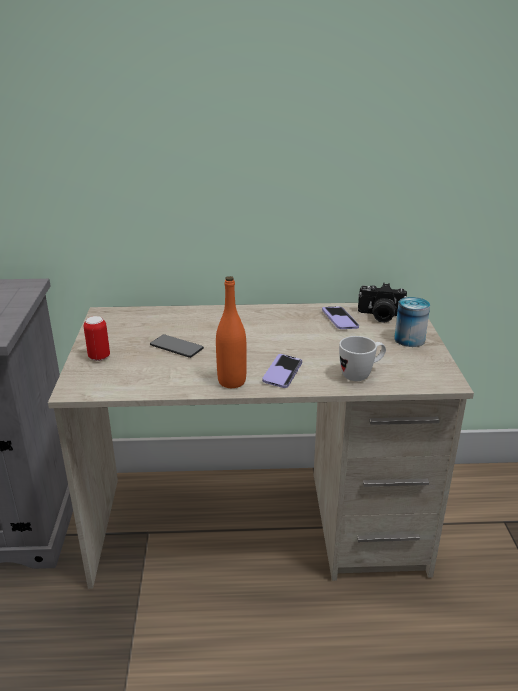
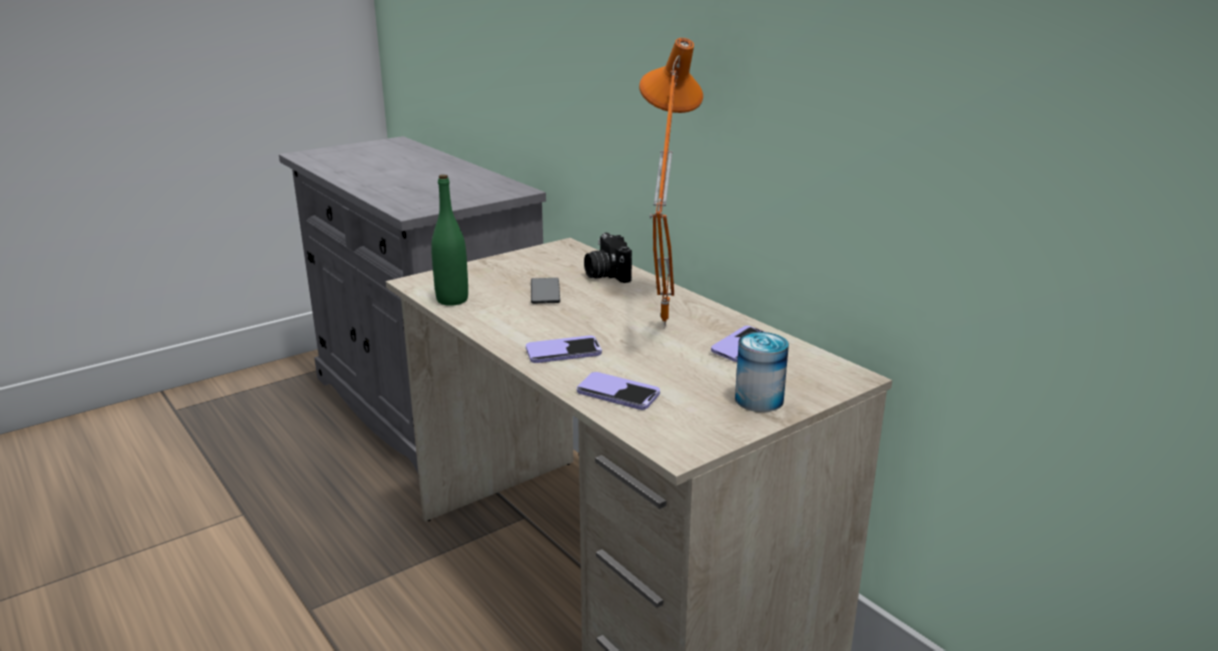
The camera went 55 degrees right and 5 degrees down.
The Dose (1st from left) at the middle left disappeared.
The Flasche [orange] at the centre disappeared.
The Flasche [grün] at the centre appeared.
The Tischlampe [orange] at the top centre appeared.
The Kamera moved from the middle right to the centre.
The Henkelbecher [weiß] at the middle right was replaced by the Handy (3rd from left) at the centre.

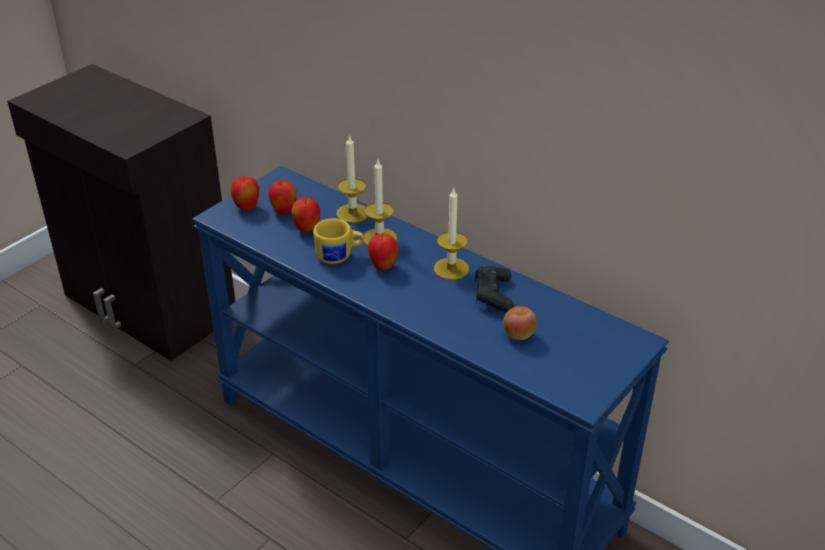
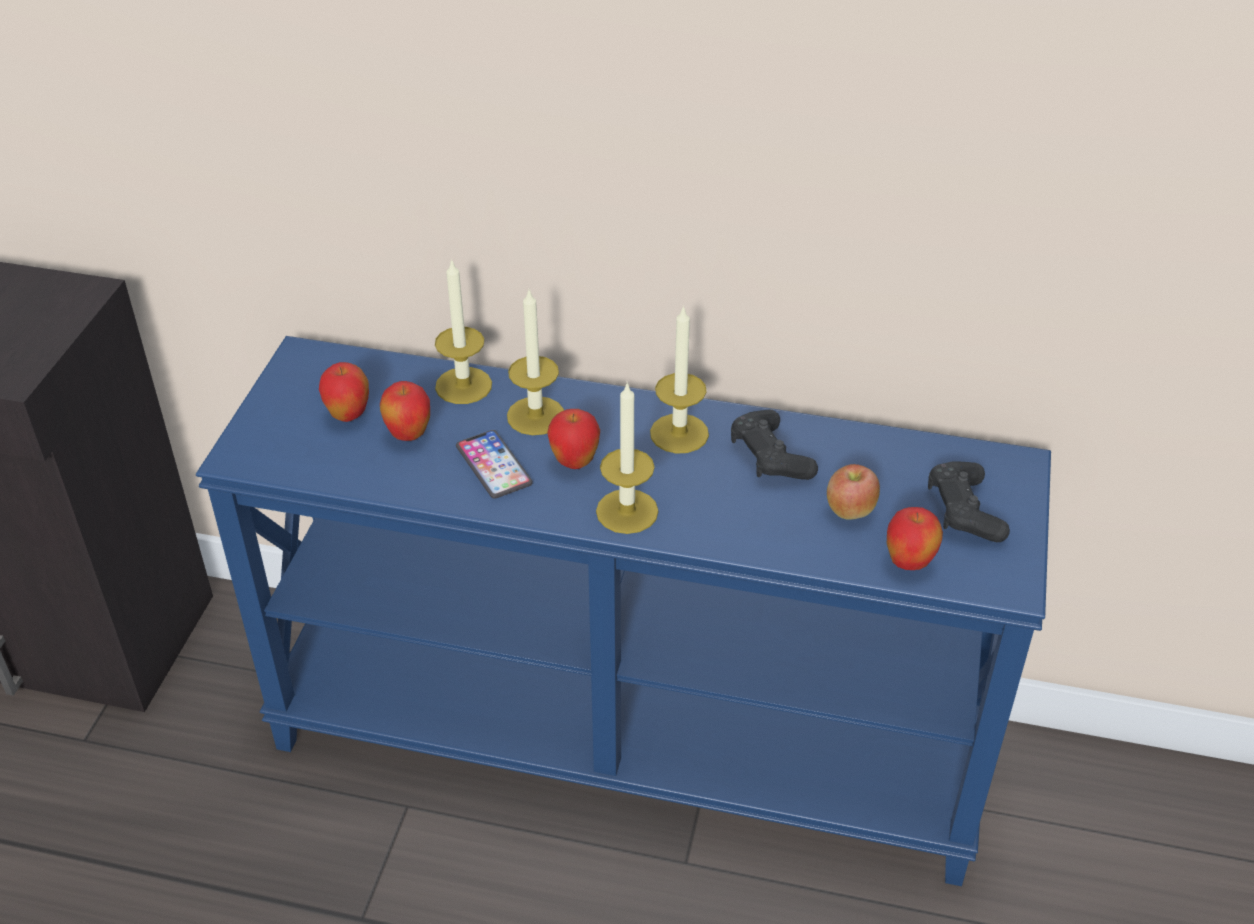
The camera went 25 degrees left and 5 degrees up.
The Kerze (3rd from left) at the centre appeared.
The Gamepad [schwarz] (2nd from left) at the middle right appeared.
The Apfel (1st from left in the first image) moved from the middle left to the middle right.
The Henkelbecher [gelb] at the centre was replaced by the Handy at the centre.

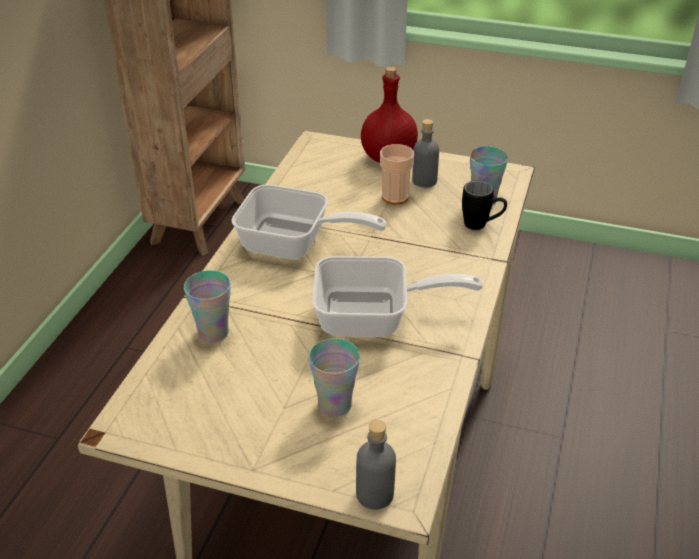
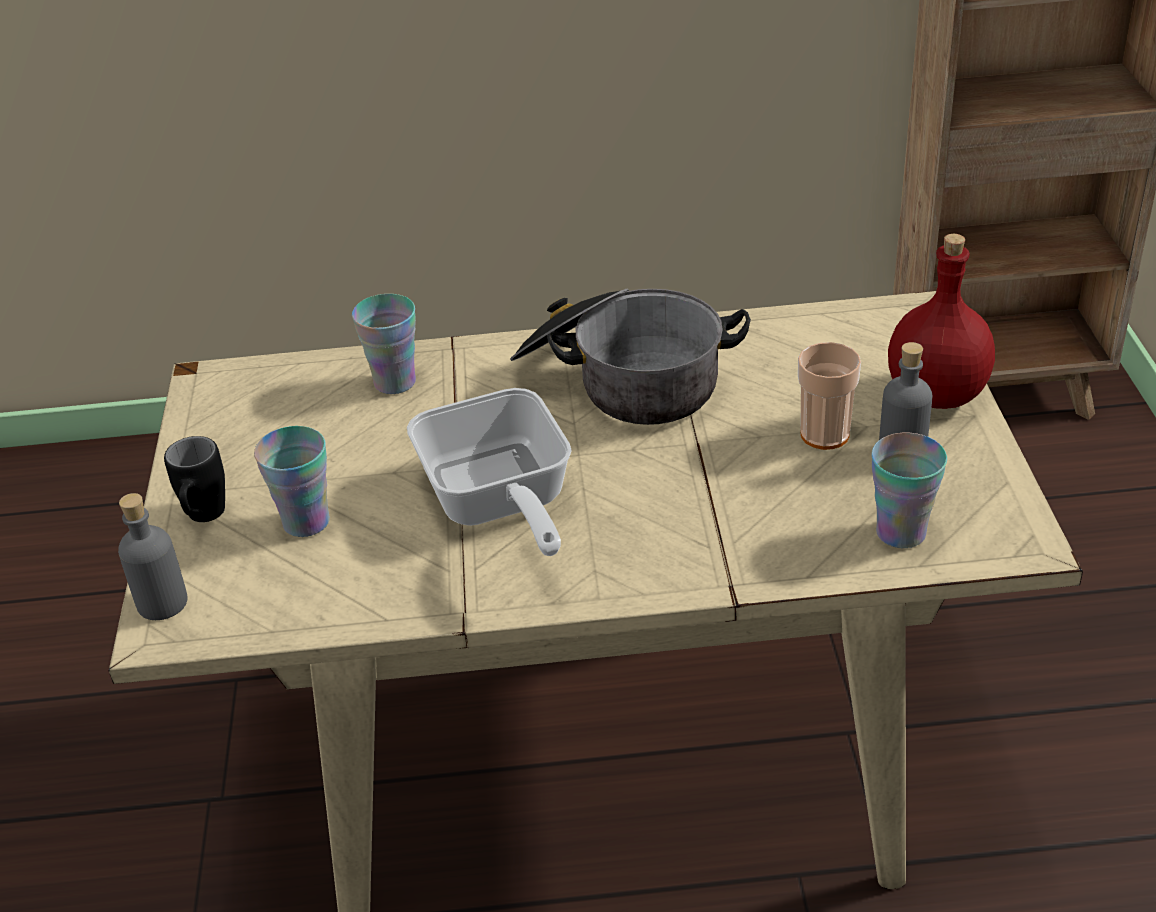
The camera went 70 degrees right and 0 degrees up.
The Henkelbecher [schwarz] moved from the middle right to the middle left.
The Pfanne (1st from left) at the centre was replaced by the Kochtopf at the centre.

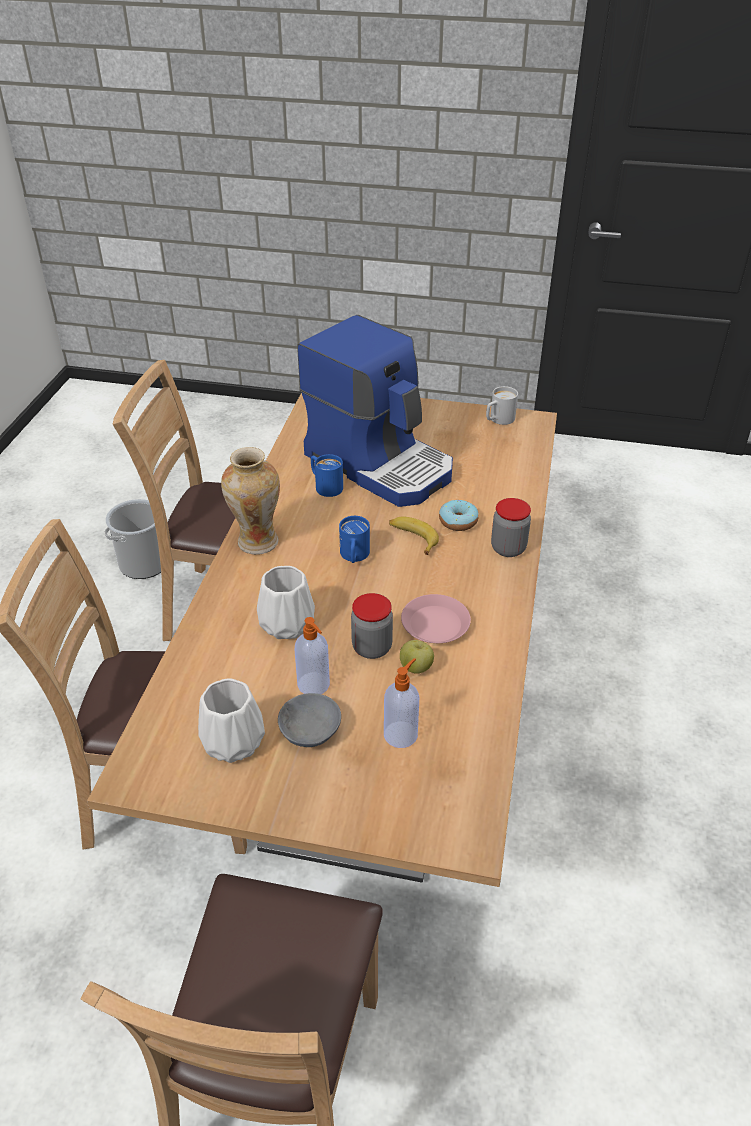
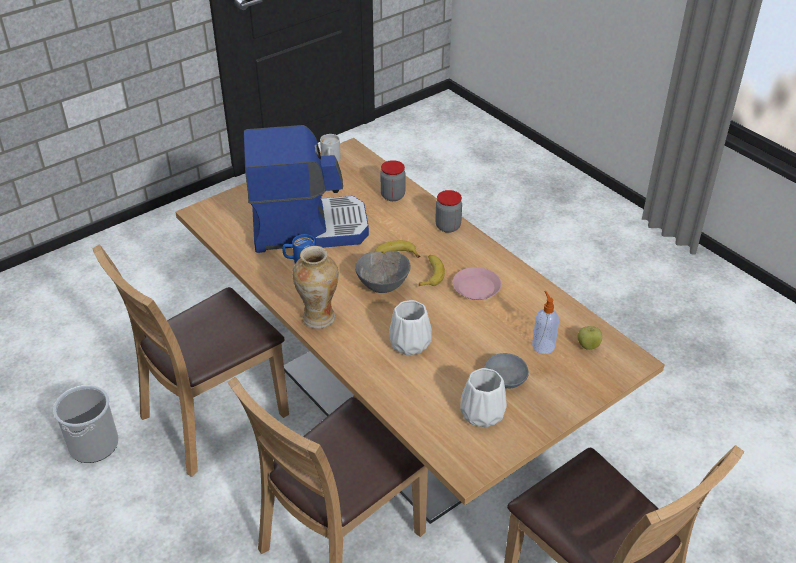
The camera went 50 degrees left and 0 degrees up.
The Seifenspender (1st from left) at the centre disappeared.
The Donut at the centre disappeared.
The Banane (2nd from left) at the centre appeared.
The Vorratsglas (1st from left) moved from the centre to the top centre.
The Apfel moved from the centre to the middle right.
The Henkelbecher [blau] (2nd from left) at the centre was replaced by the Schüssel [grau] (1st from left) at the centre.

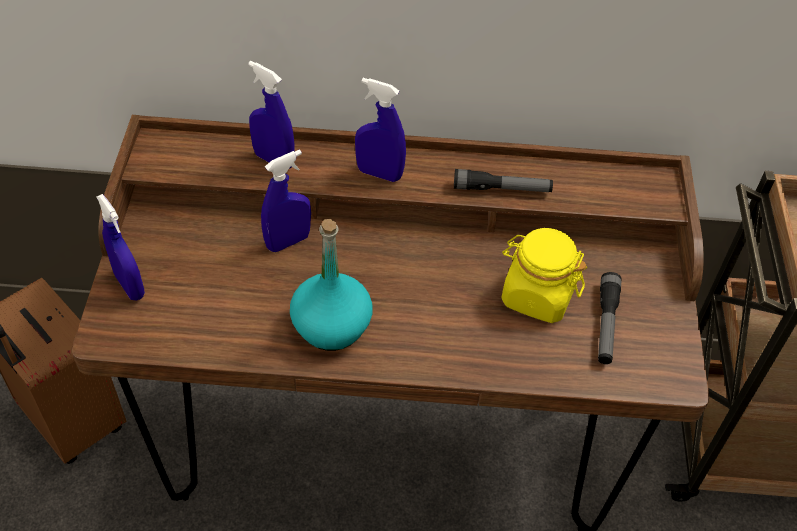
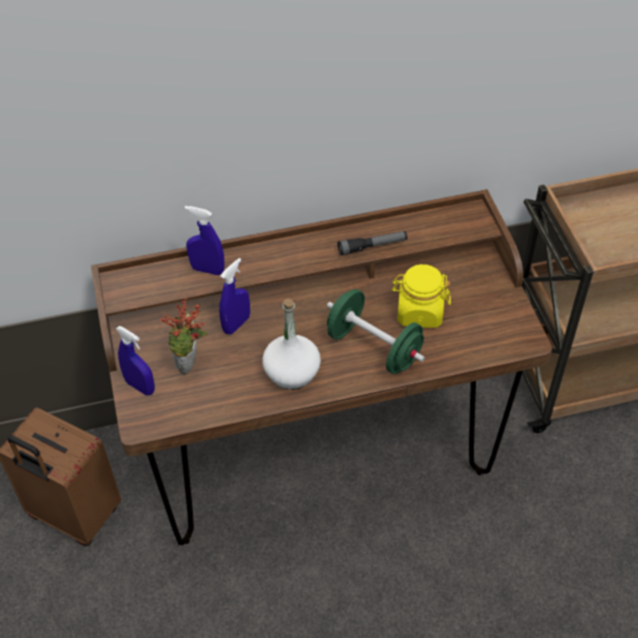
The camera went 15 degrees left and 0 degrees up.
The Sprühflasche [blau] (4th from left) at the top centre disappeared.
The Taschenlampe (2nd from left) at the middle right disappeared.
The Topfpflanze at the middle left appeared.
The Hantel [grün] at the centre appeared.
The Flasche [türkis] at the centre became the Flasche [weiß] at the centre.

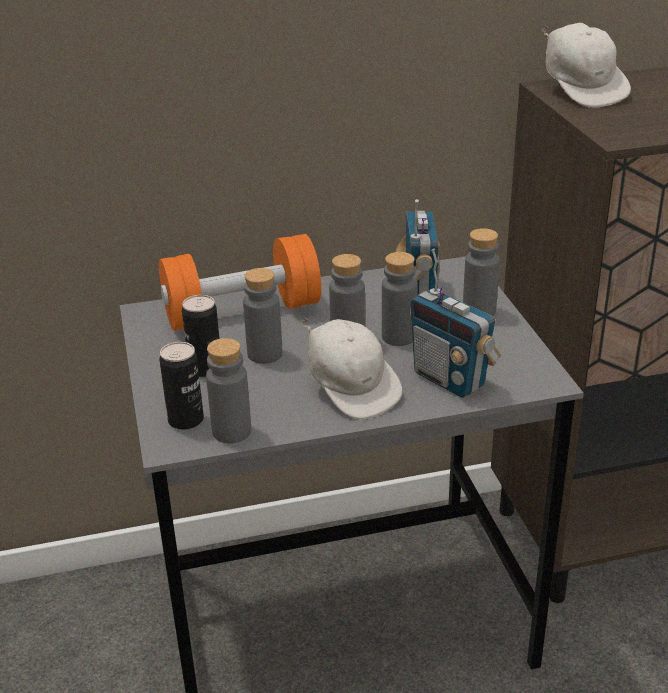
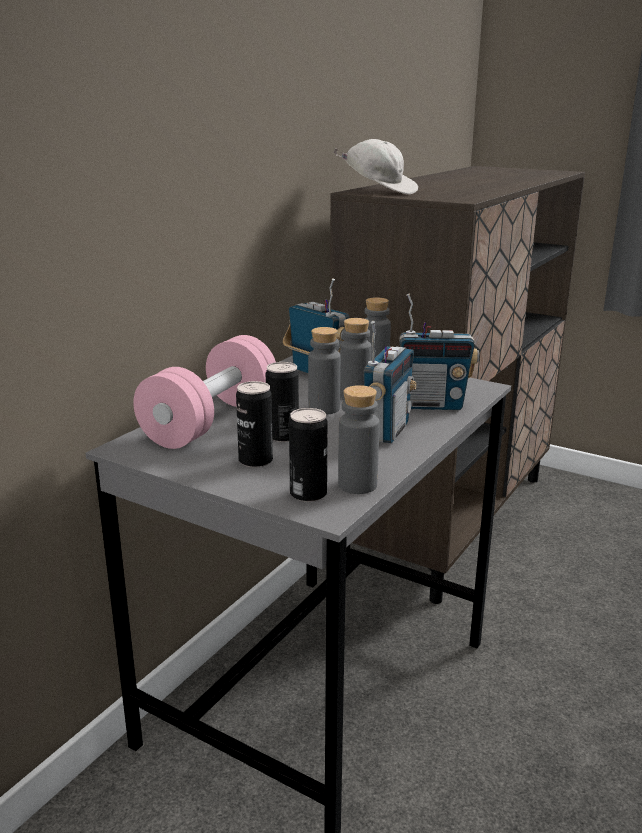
The camera went 45 degrees left and 10 degrees down.
The Flasche [grau] (2nd from left) at the centre was replaced by the Dose (2nd from left) at the centre.
The Kappe [weiß] (1st from left) at the centre was replaced by the Radio (2nd from left) at the centre.
The Hantel [orange] at the centre became the Hantel [rosa] at the middle left.

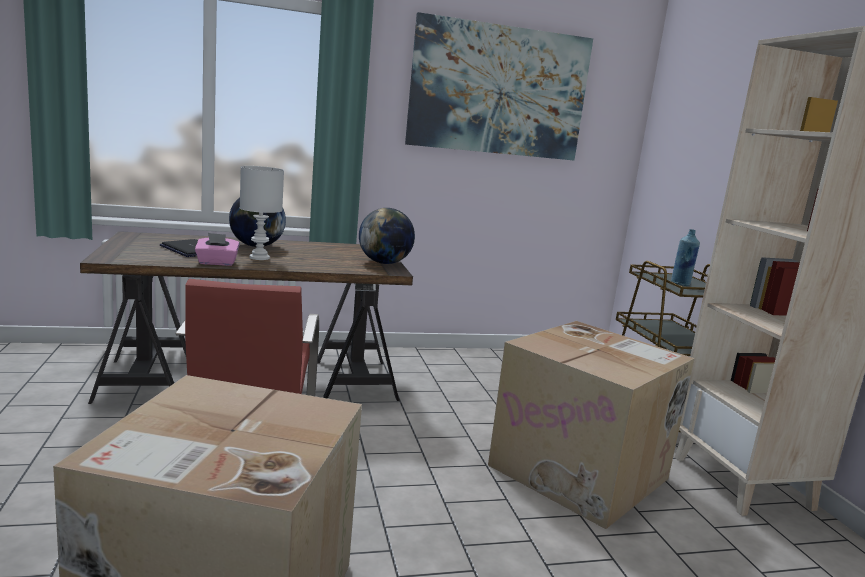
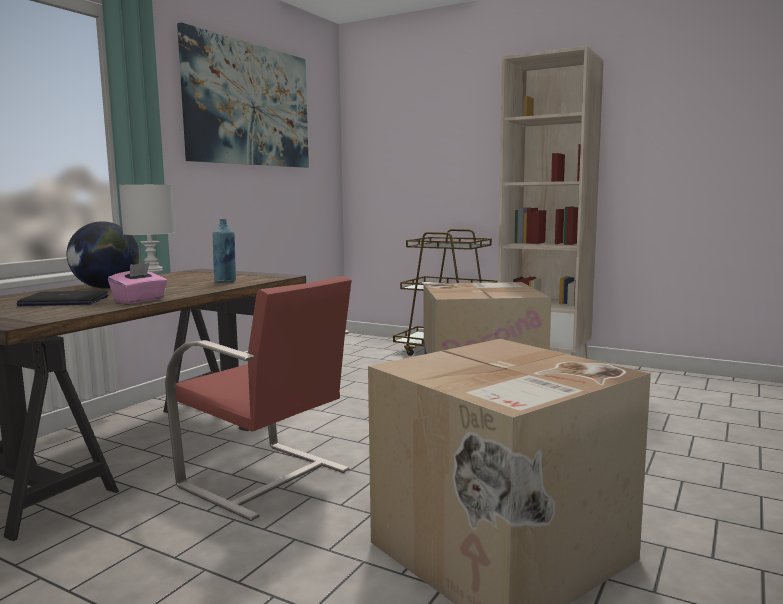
The camera went 45 degrees left and 5 degrees down.
The Globus (2nd from left) at the centre disappeared.
The Flasche [blau] moved from the middle right to the middle left.

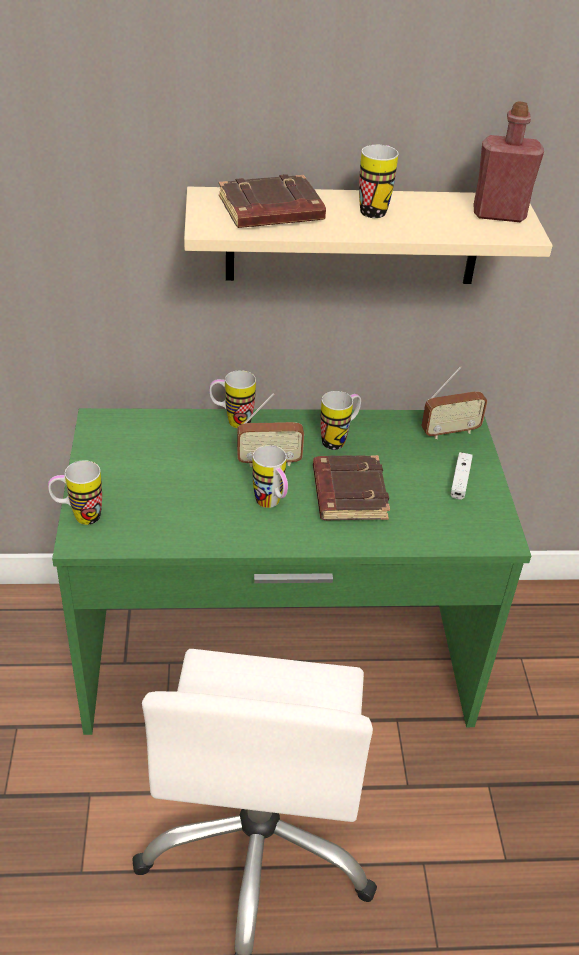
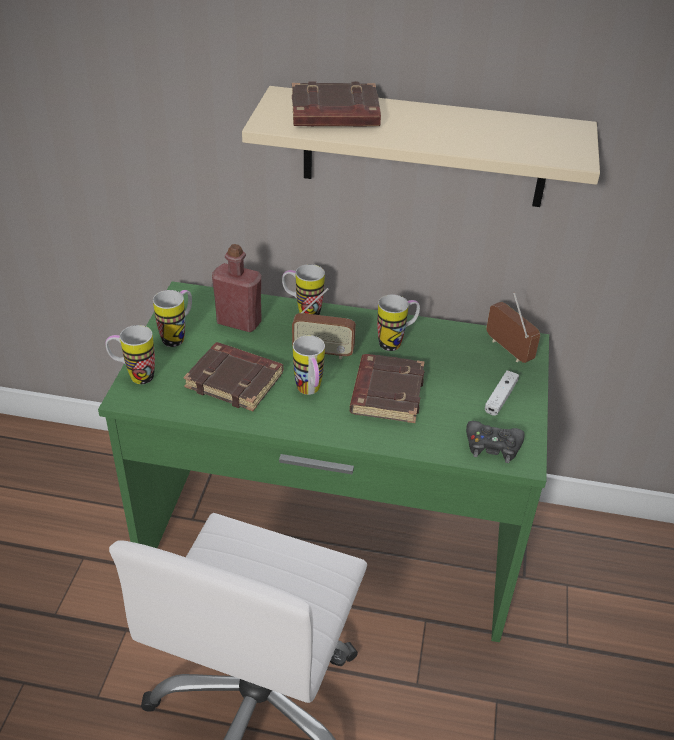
The camera went 15 degrees right and 0 degrees up.
The Buch [braun] (1st from left) at the centre appeared.
The Gamepad [schwarz] at the middle right appeared.
The Henkelbecher (5th from left in the first image) moved from the top centre to the middle left.
The Flasche [rot] moved from the top right to the centre.
The Radio (2nd from left) at the middle right turned 120 degrees counterclockwise.

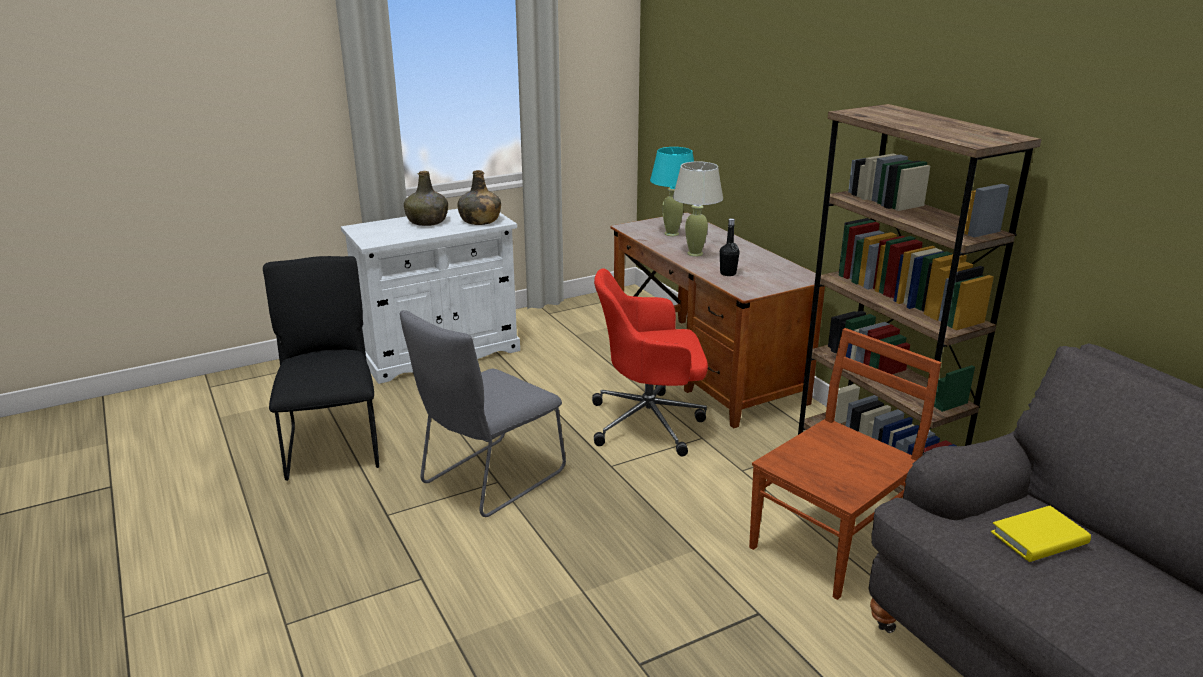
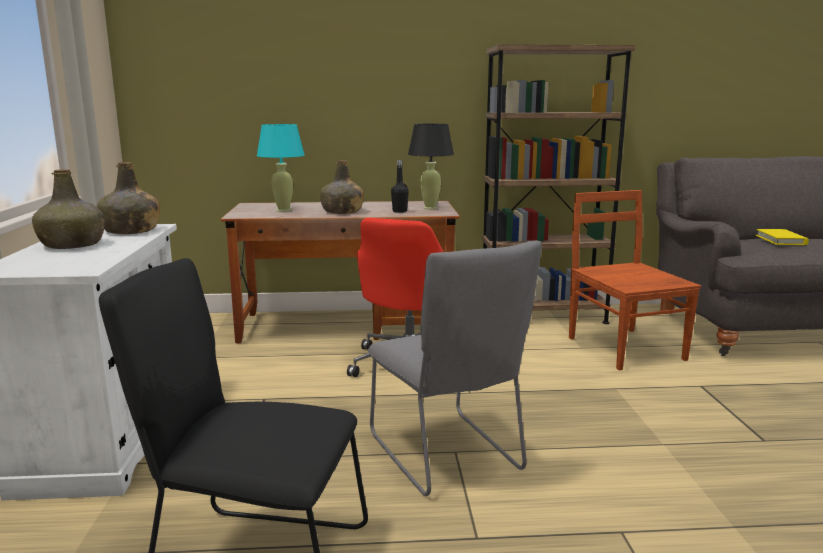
The camera went 65 degrees left and 10 degrees down.
The Tischlampe [schwarz] at the top centre appeared.
The Tischlampe [beige] at the top centre was replaced by the Flasche [grün] (3rd from left) at the centre.

